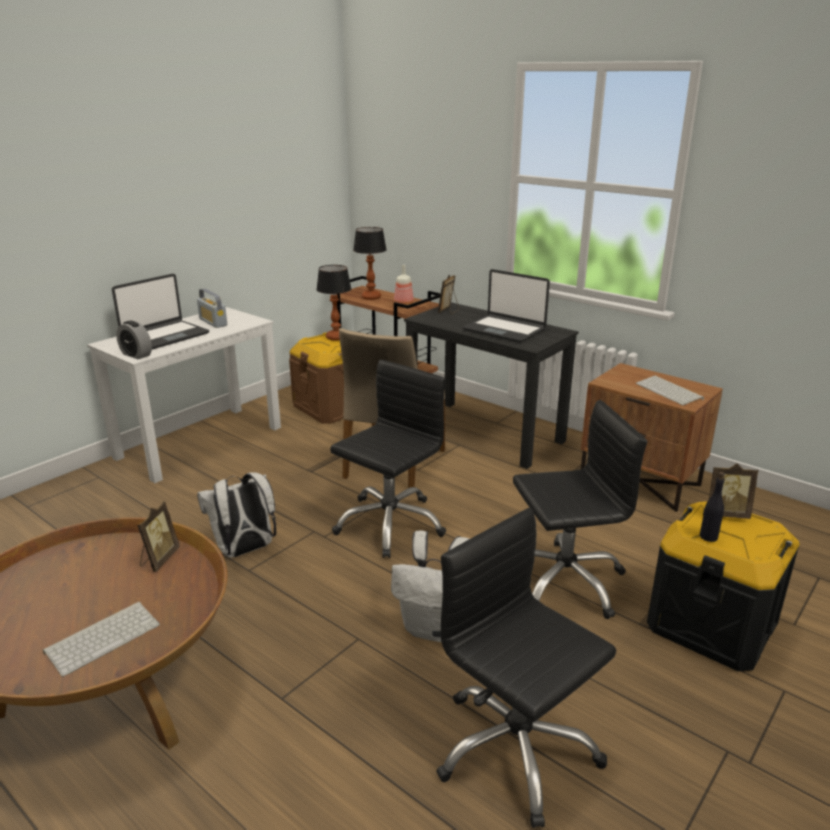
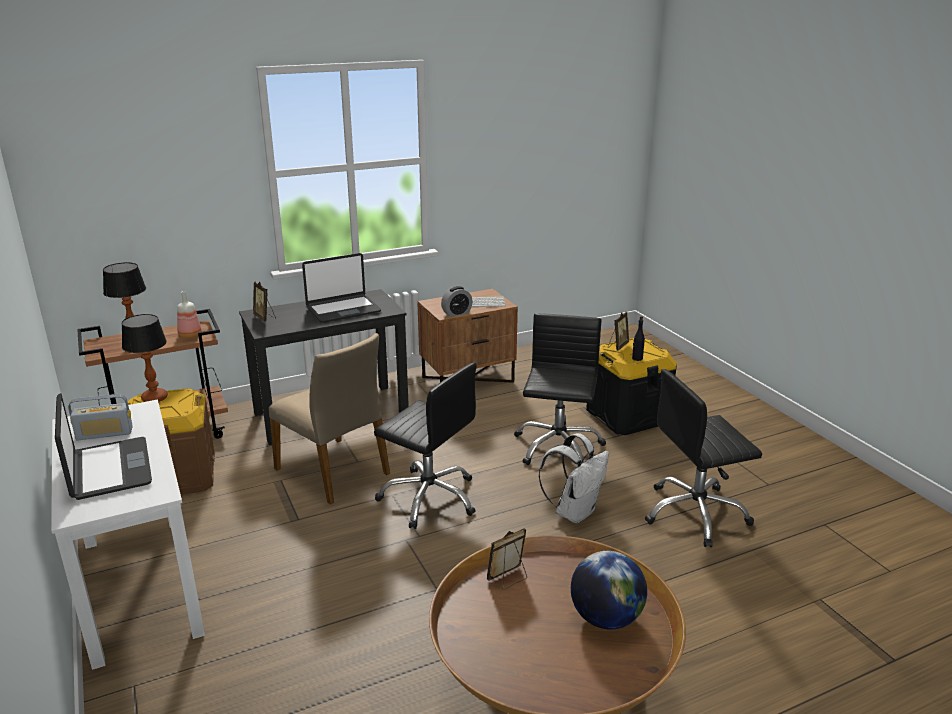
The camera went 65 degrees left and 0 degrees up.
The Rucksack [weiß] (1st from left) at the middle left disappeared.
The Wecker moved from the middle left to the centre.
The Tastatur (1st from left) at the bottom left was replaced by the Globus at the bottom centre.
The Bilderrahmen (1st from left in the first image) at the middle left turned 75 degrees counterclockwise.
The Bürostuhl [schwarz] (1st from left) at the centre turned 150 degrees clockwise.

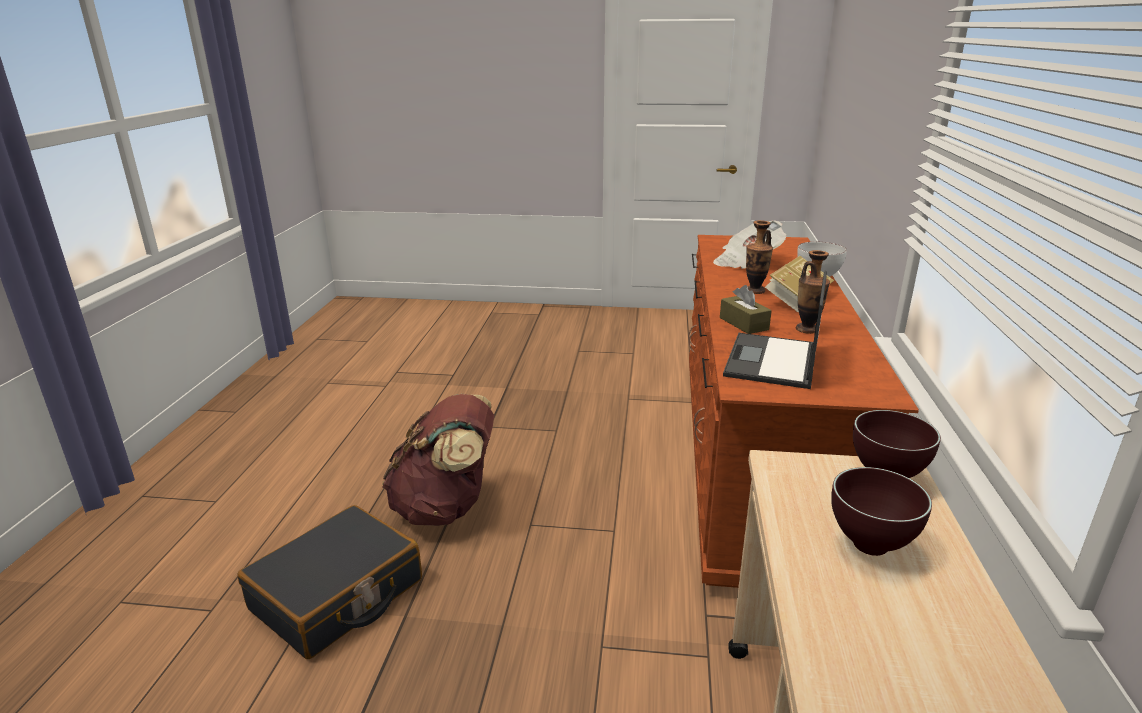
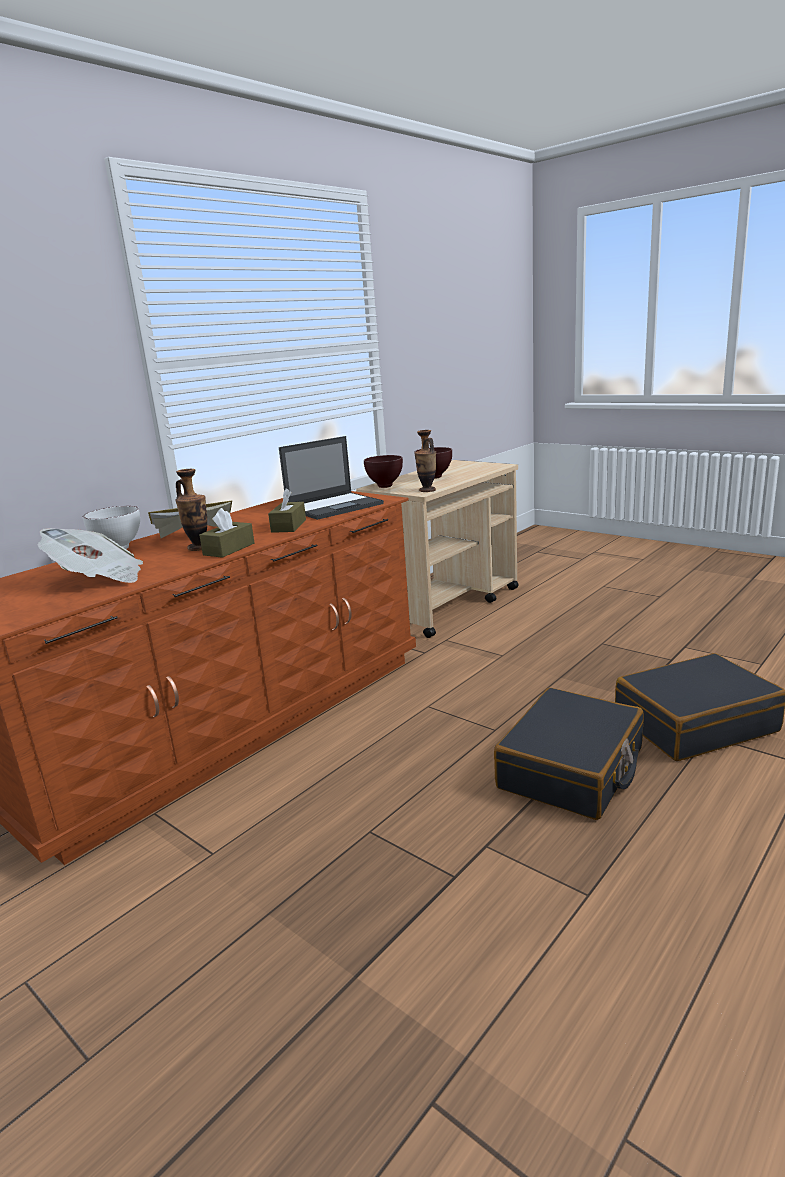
The camera went 145 degrees left and 5 degrees down.
The Taschentuchbox [braun] (1st from left) at the middle left appeared.
The Vase (2nd from left) moved from the middle right to the centre.
The Rucksack [braun] at the centre was replaced by the Koffer [schwarz] (1st from left) at the middle right.

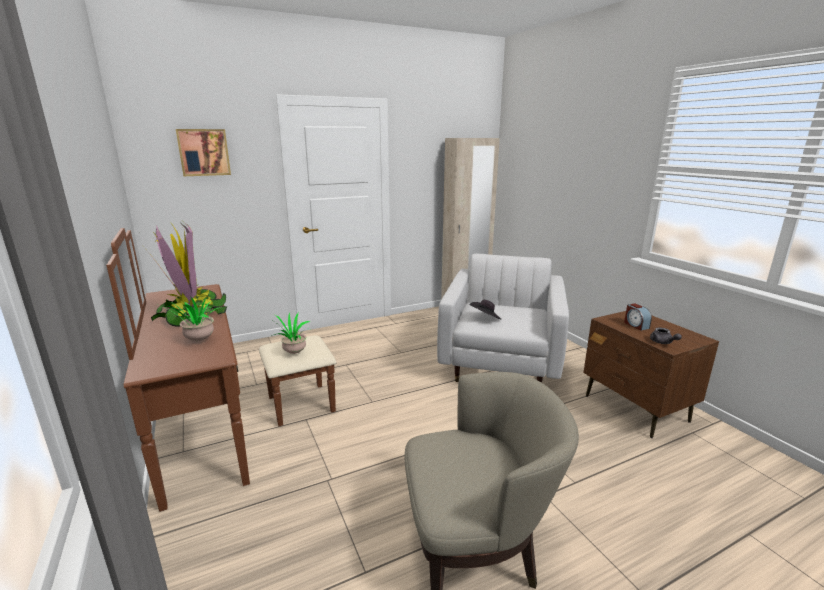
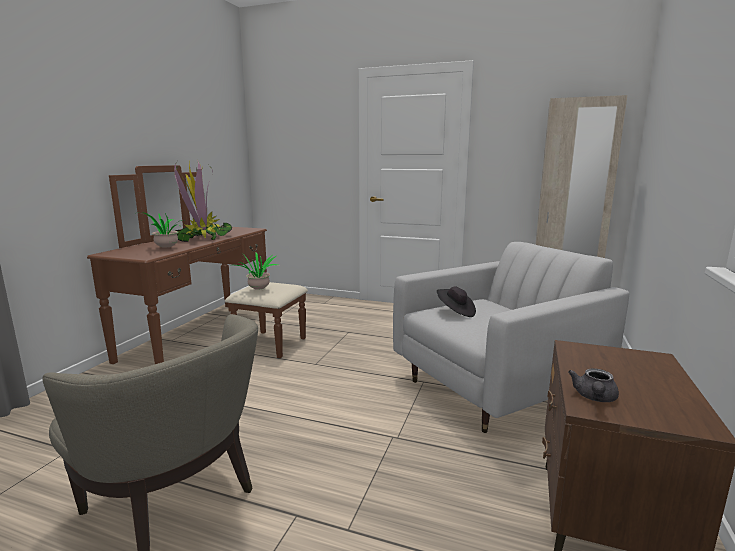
The camera went 45 degrees right and 5 degrees down.
The Bild at the top left disappeared.
The Wecker at the middle right disappeared.

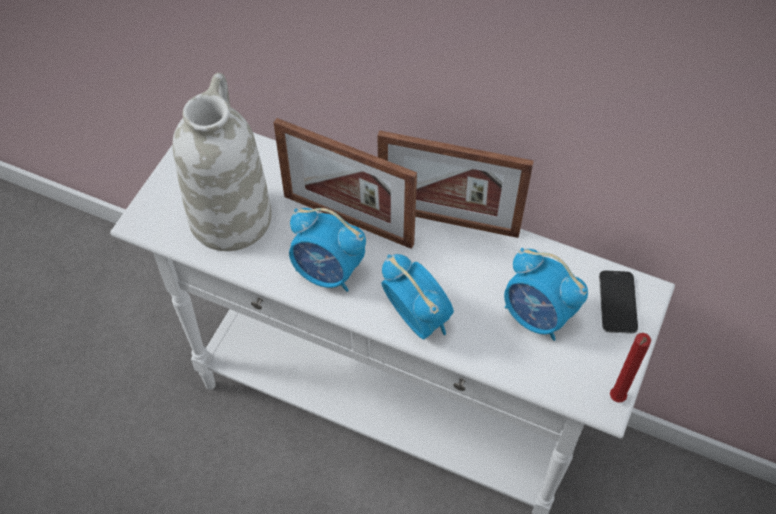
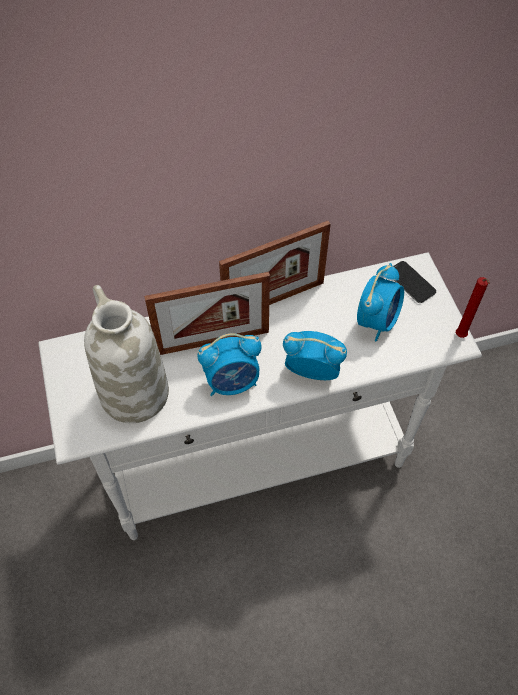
The camera went 40 degrees left and 0 degrees up.
The Wecker (3rd from left) at the middle right turned 60 degrees counterclockwise.

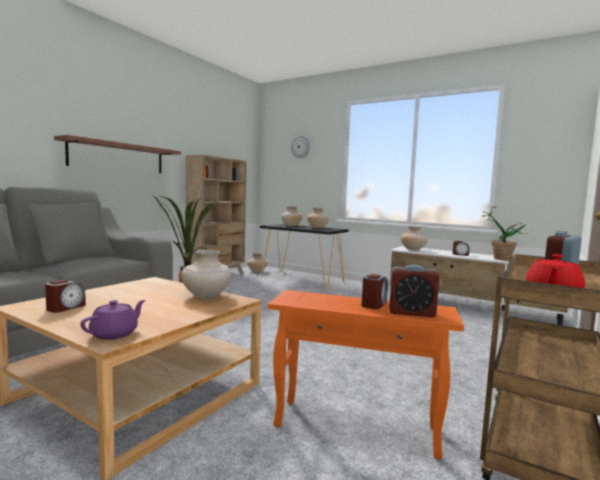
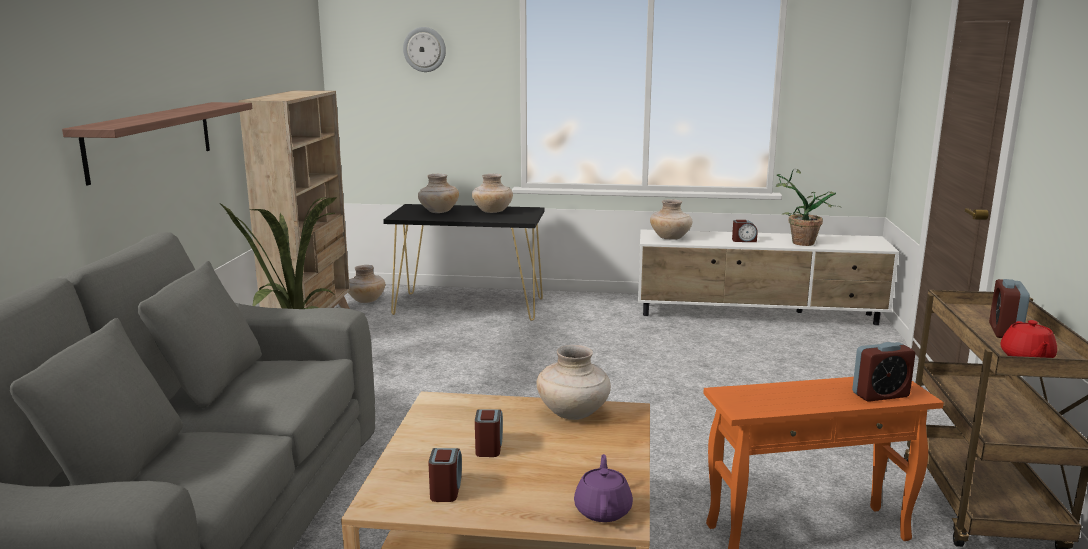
The camera went 25 degrees left and 10 degrees up.
The Wecker (2nd from left) moved from the centre to the bottom centre.

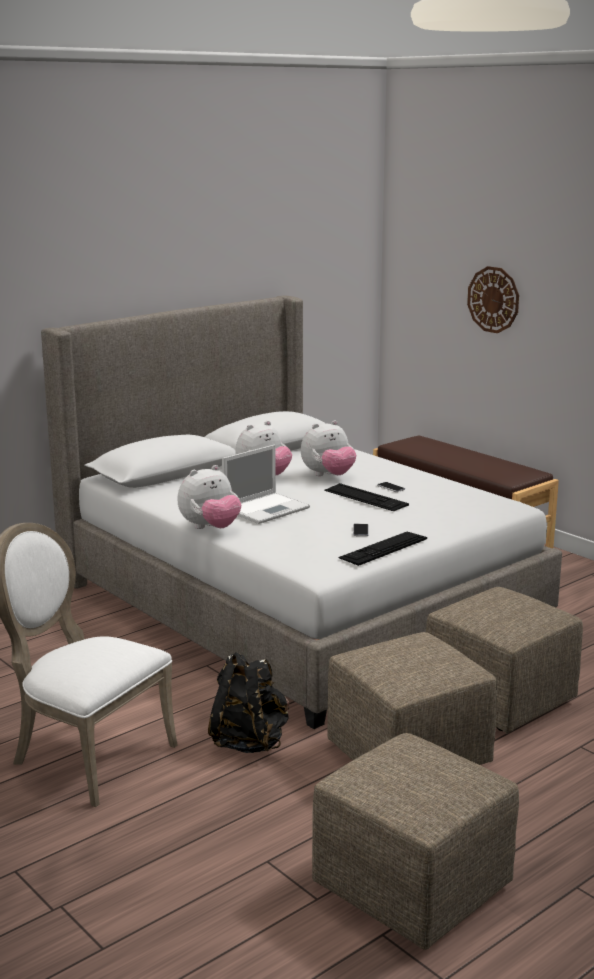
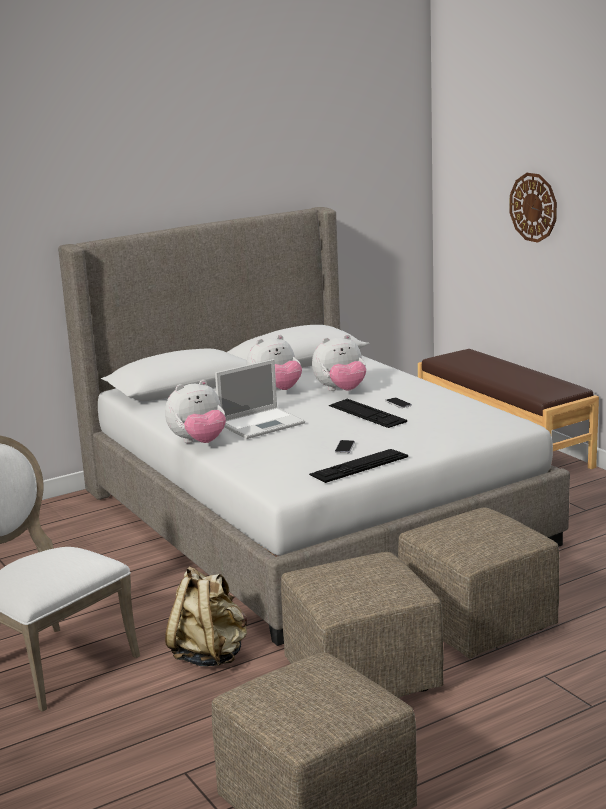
The camera went 10 degrees right and 0 degrees up.
The Rucksack [schwarz] at the bottom centre became the Rucksack [beige] at the bottom centre.

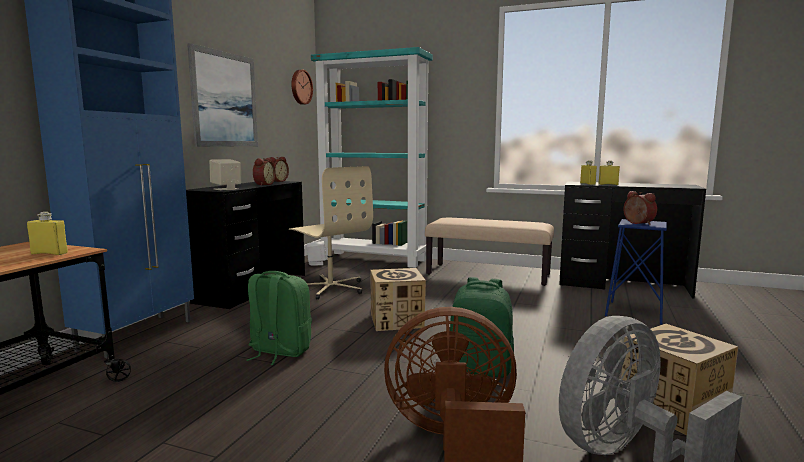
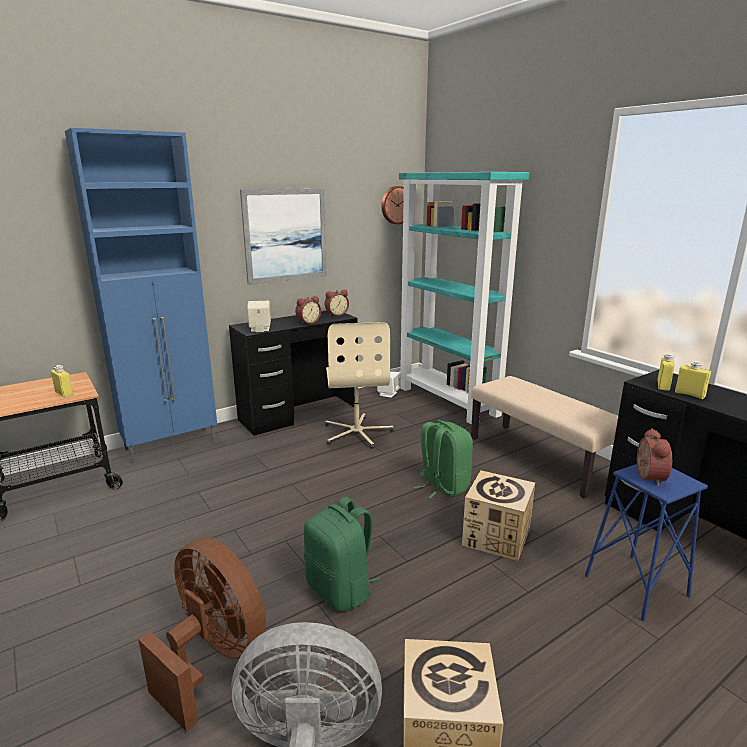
The camera went 35 degrees right and 10 degrees up.
The Rucksack [grün] (1st from left in the first image) moved from the bottom centre to the centre.
The Karton (1st from left in the first image) moved from the centre to the bottom right.

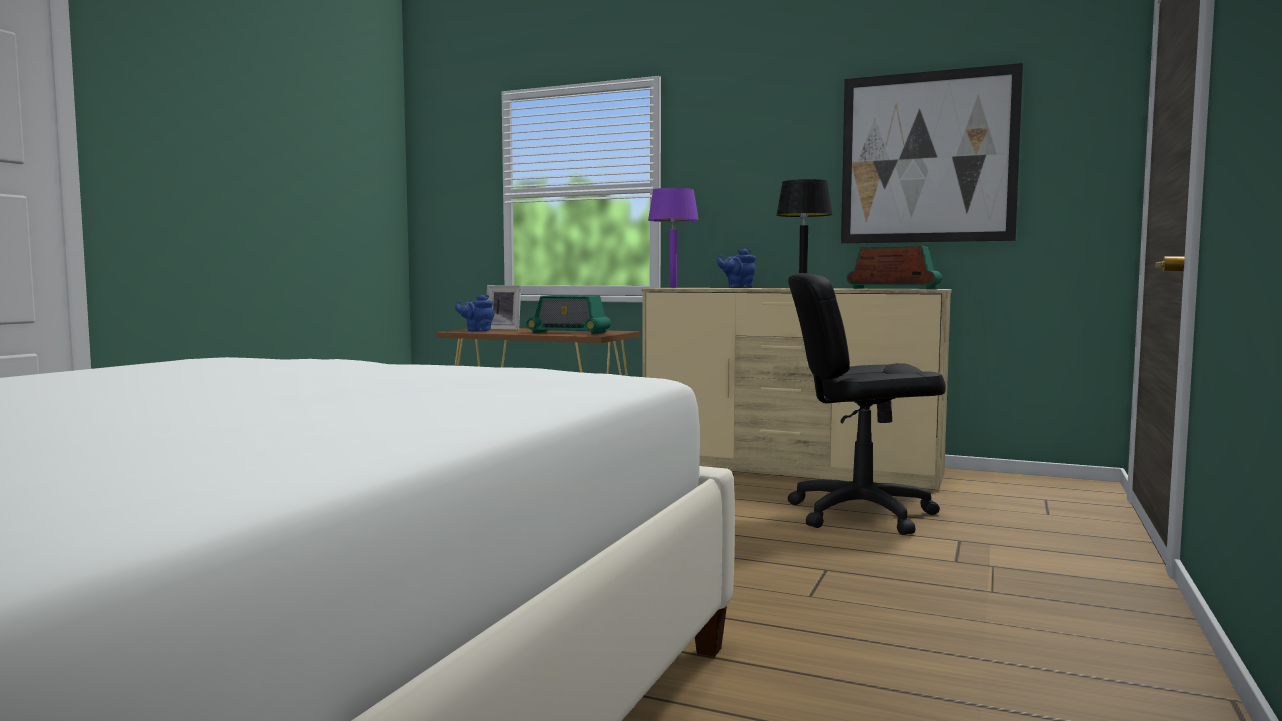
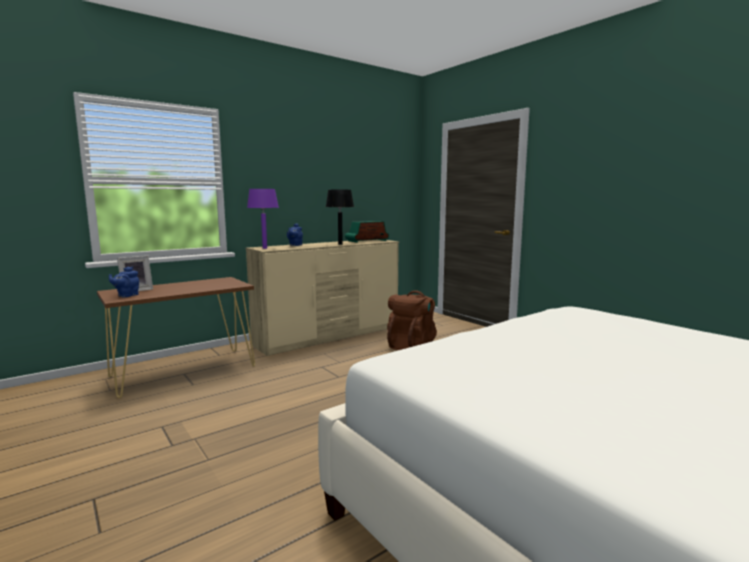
The camera went 60 degrees left and 5 degrees up.
The Radio (1st from left) at the centre disappeared.
The Bild at the top right disappeared.
The Bürostuhl [schwarz] at the middle right was replaced by the Rucksack [braun] at the centre.

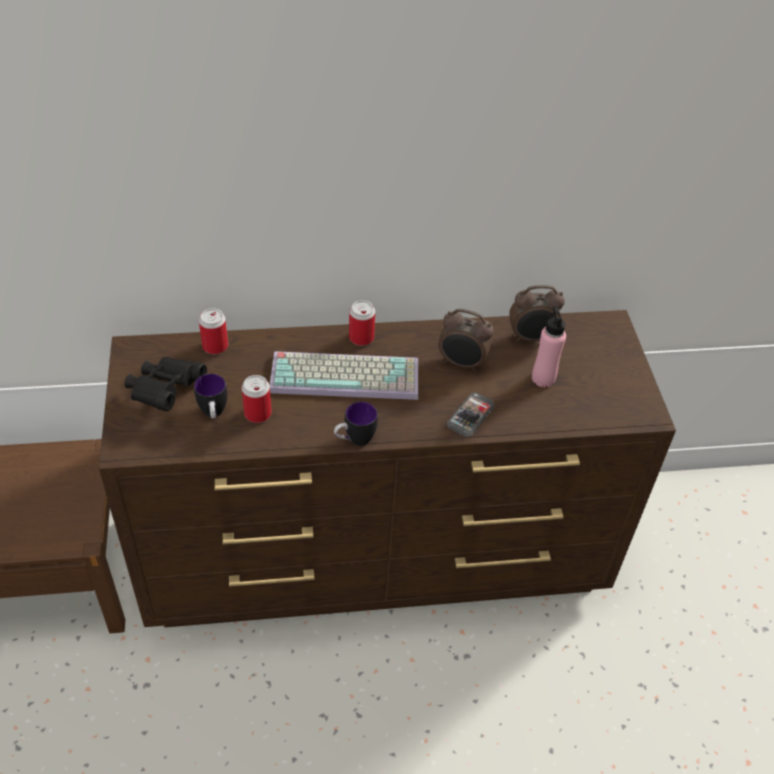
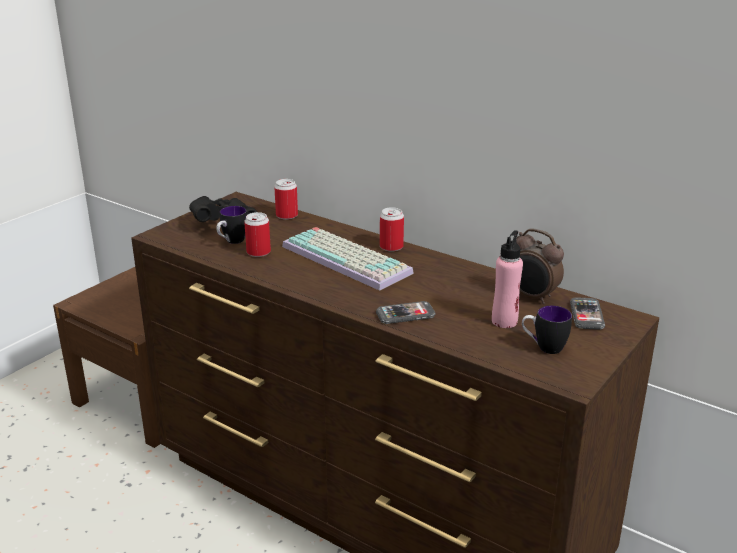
The camera went 45 degrees right and 20 degrees down.
The Wecker (1st from left) at the centre disappeared.
The Handy (2nd from left) at the middle right appeared.
The Henkelbecher (2nd from left) moved from the centre to the middle right.

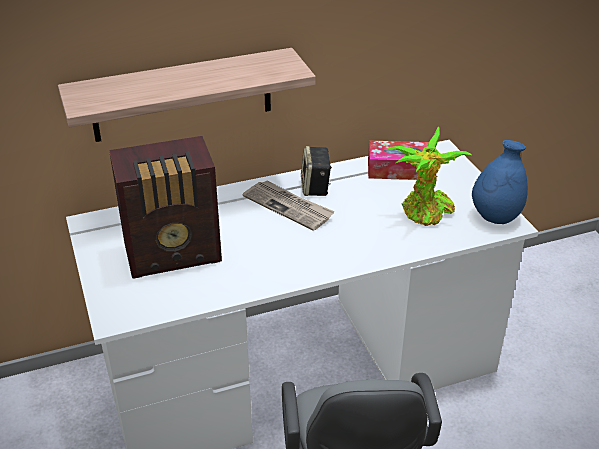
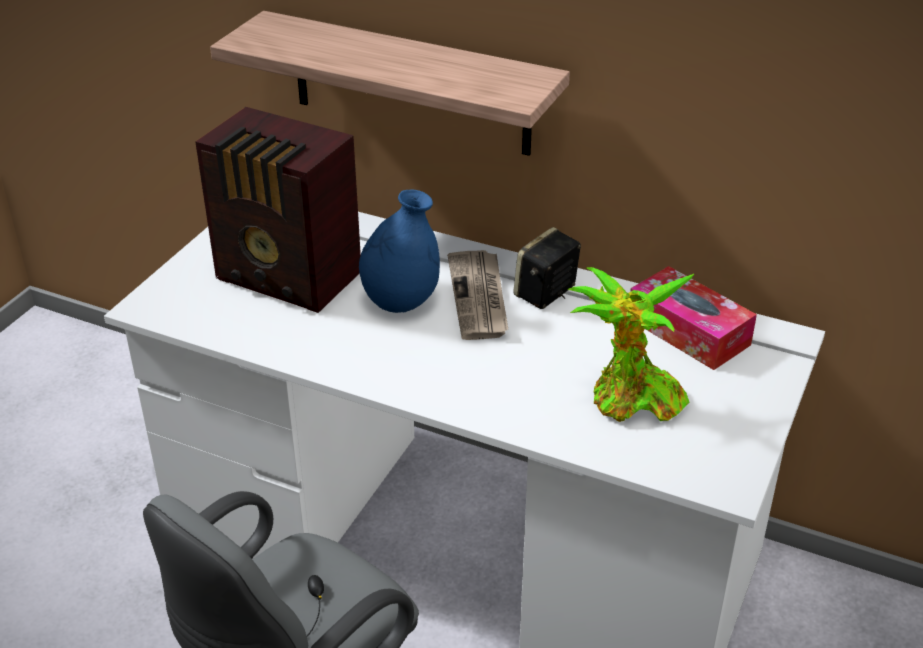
The camera went 45 degrees right and 0 degrees up.
The Vase [blau] moved from the middle right to the centre.

